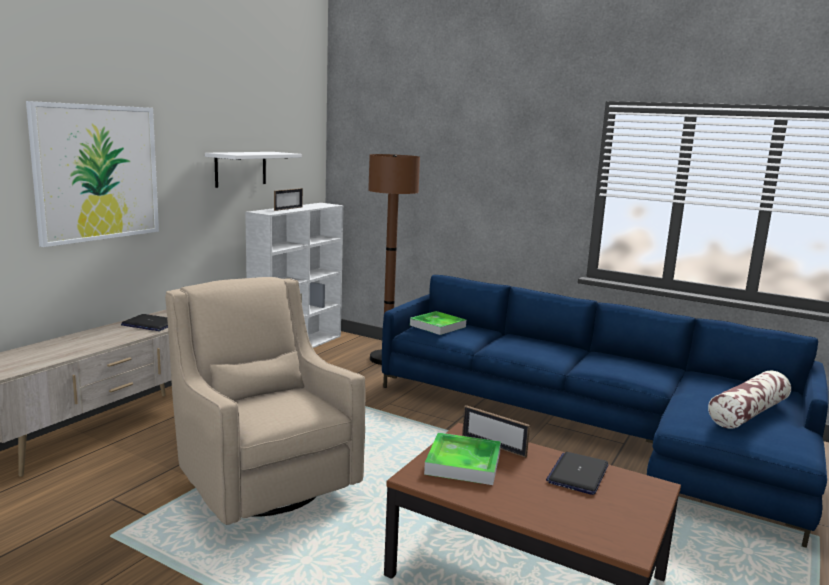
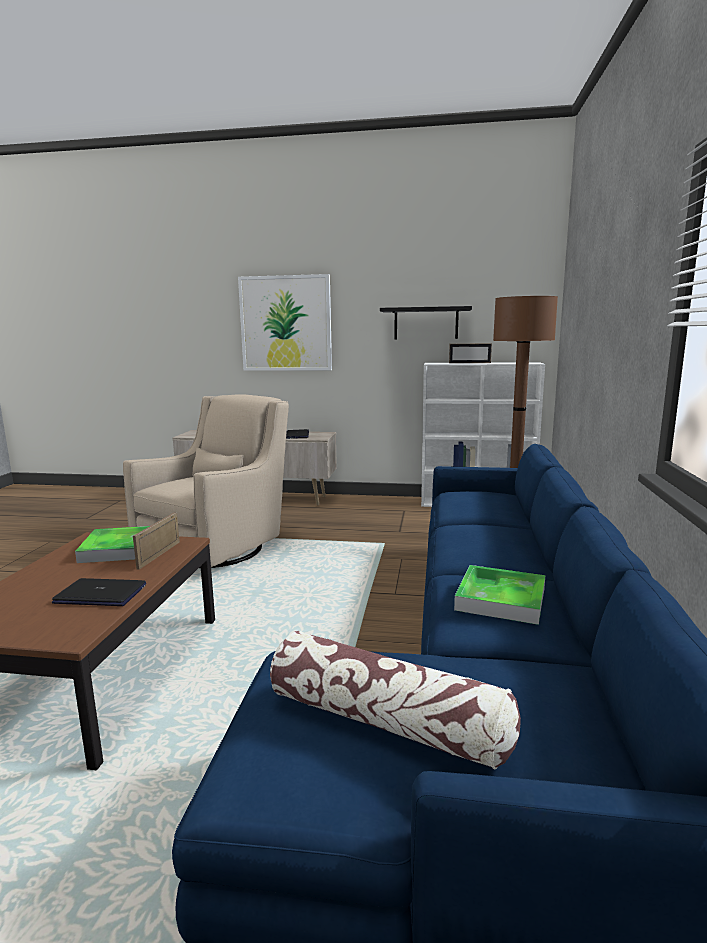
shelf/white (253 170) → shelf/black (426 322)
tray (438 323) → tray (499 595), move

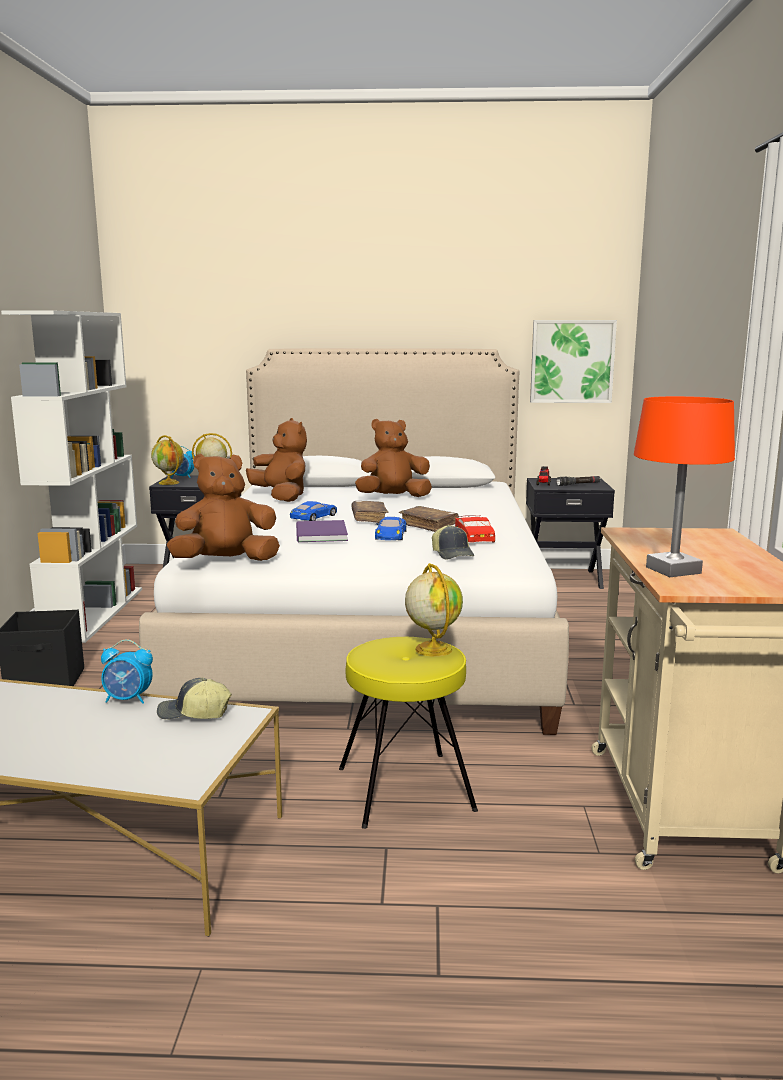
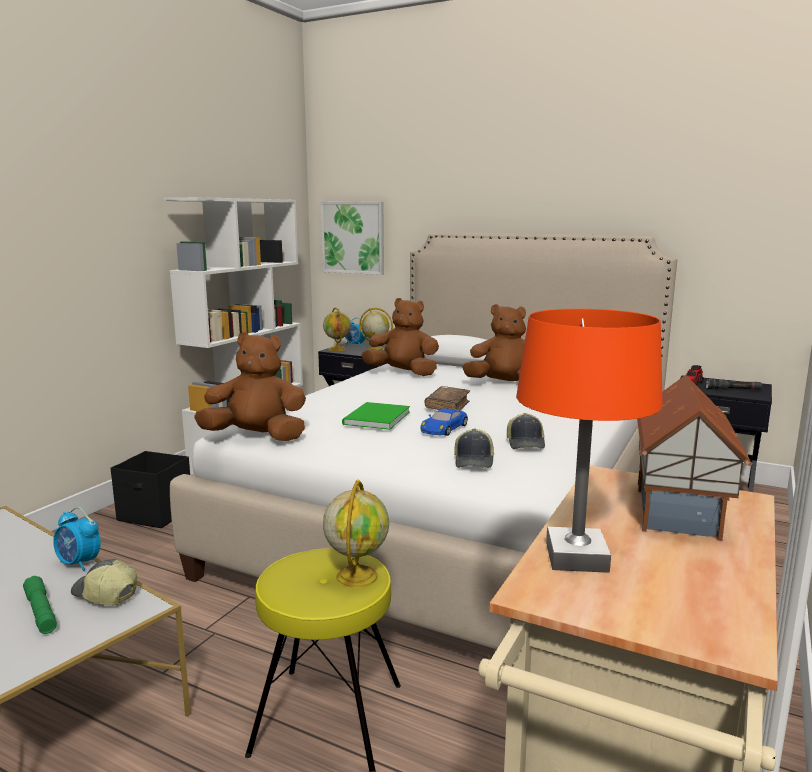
picture (573 361) → picture (352 238), move
plush toy/brown (276 460) → plush toy/brown (400 337), 60 degrees counterclockwise
toy car/blue (313 511) → -
book/brown (429 519) → -
toy car/red (475 529) → cap (526 431)
book/purple (322 531) → book/green (376 416)
- → toy house (694 458)
- → flashlight/green (40 605)

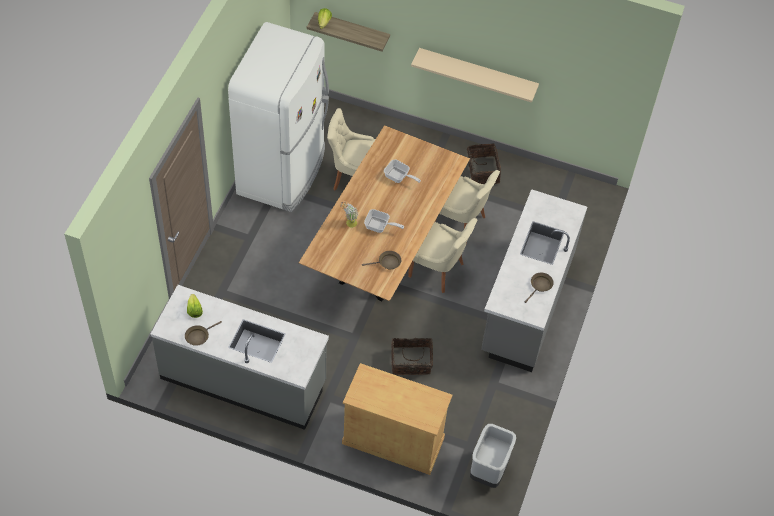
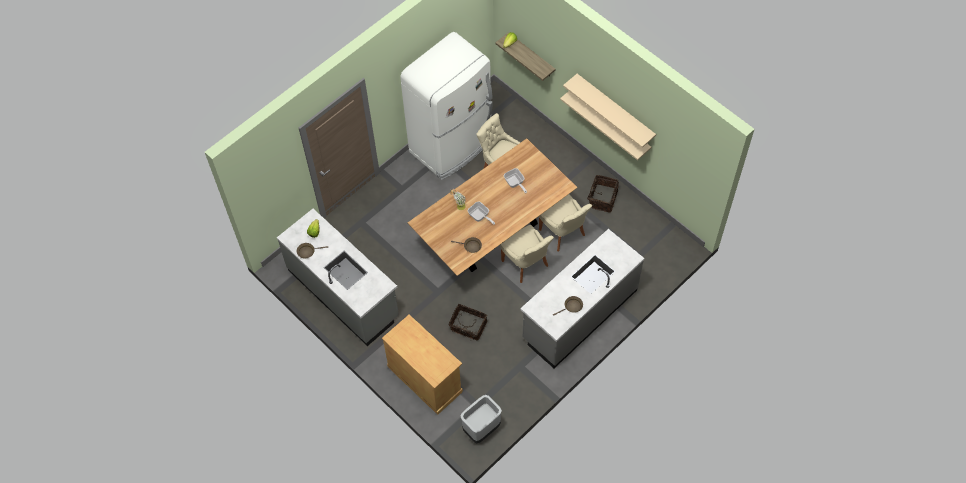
- → shelf/beige (609 111)

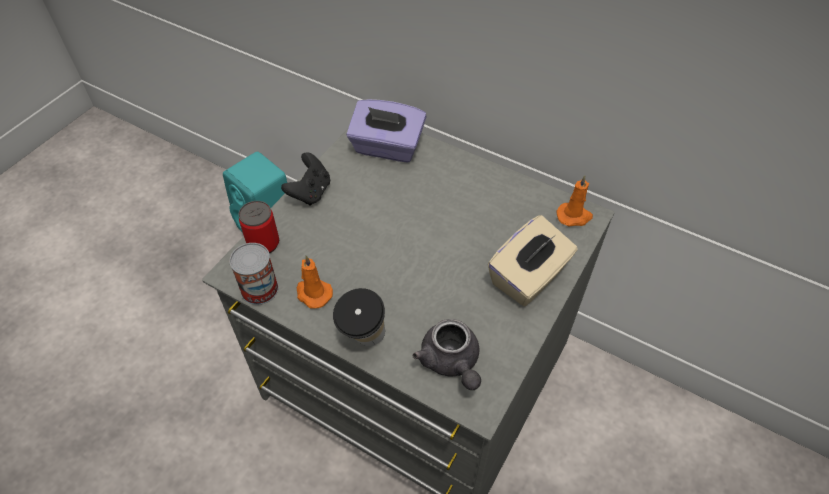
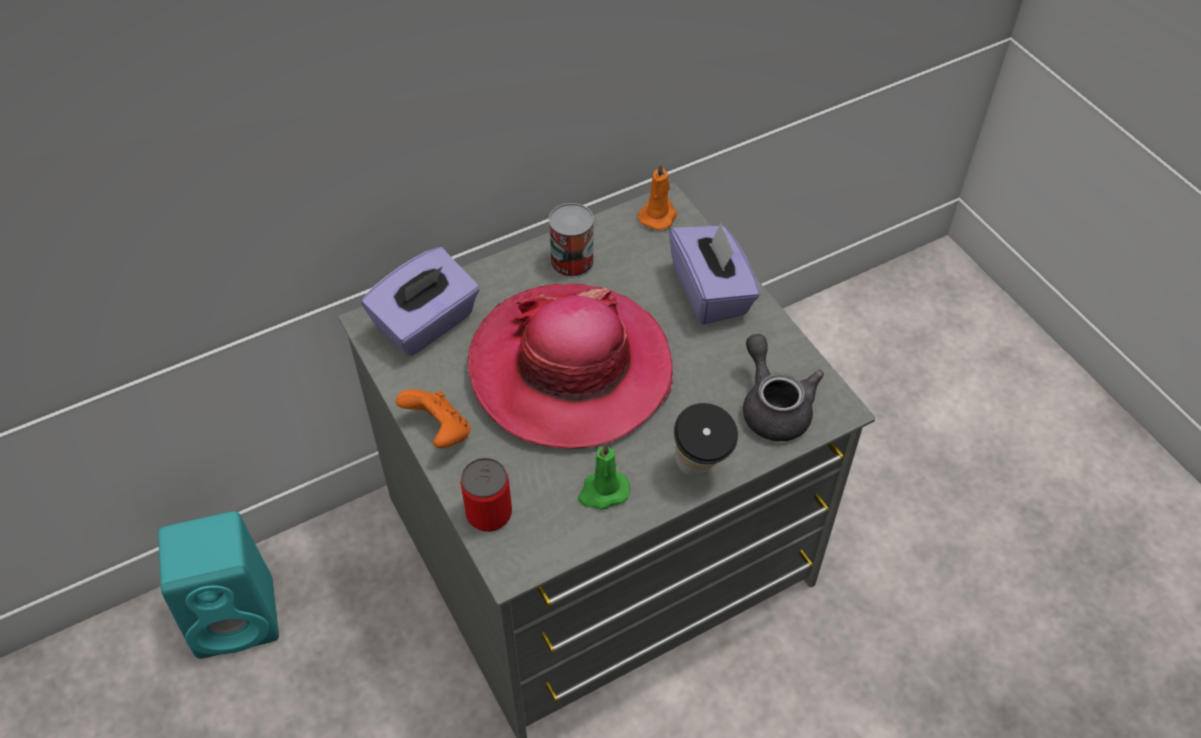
game controller/black (305 179) → game controller/orange (433 419)
tissue box/beige (533 260) → tissue box/purple (714 273)
can (253 274) → can (571 240), move
candle/orange (315 282) → candle/green (604 476)
teapot/grey (447 354) → teapot/grey (783 387), 120 degrees counterclockwise
- → hat (570 366)

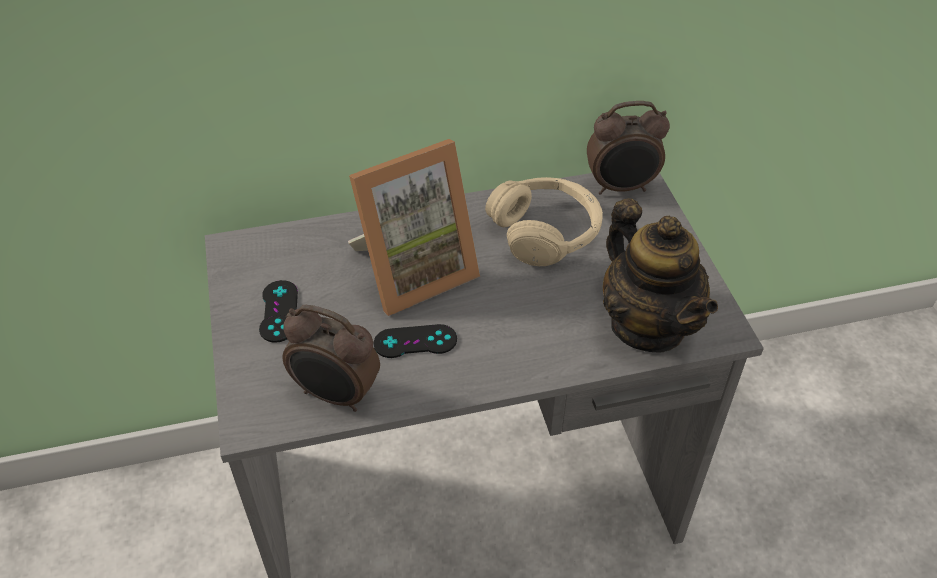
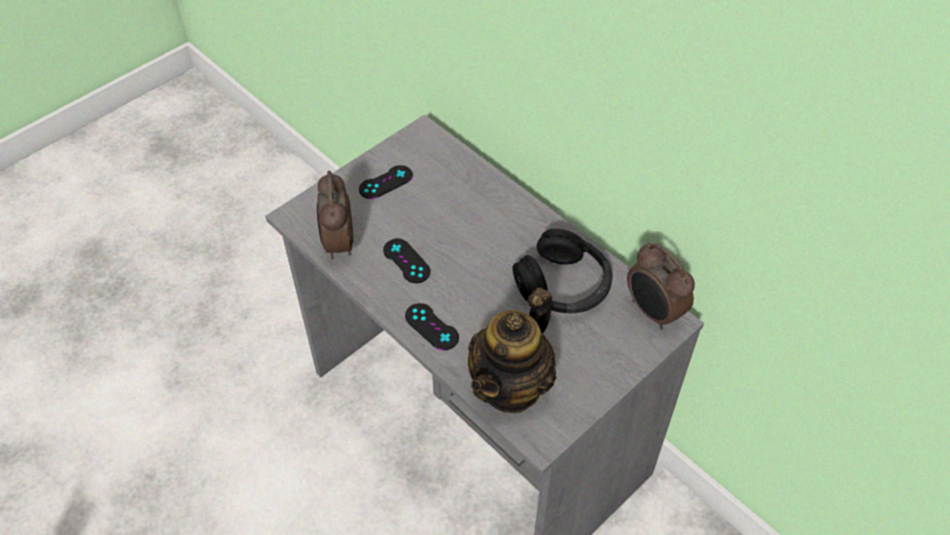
picture frame (414 227) → -
headphones/beige (544 221) → headphones/black (562 271)
- → game controller/black (432 326)

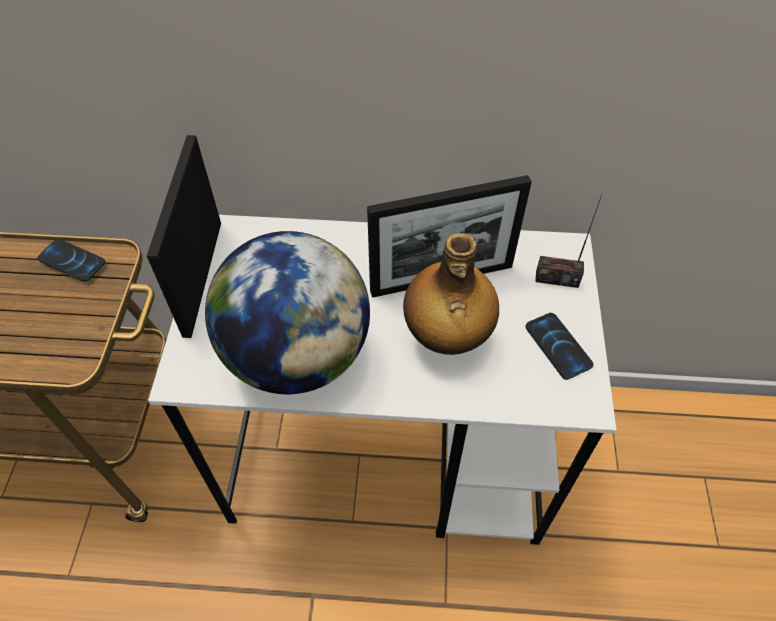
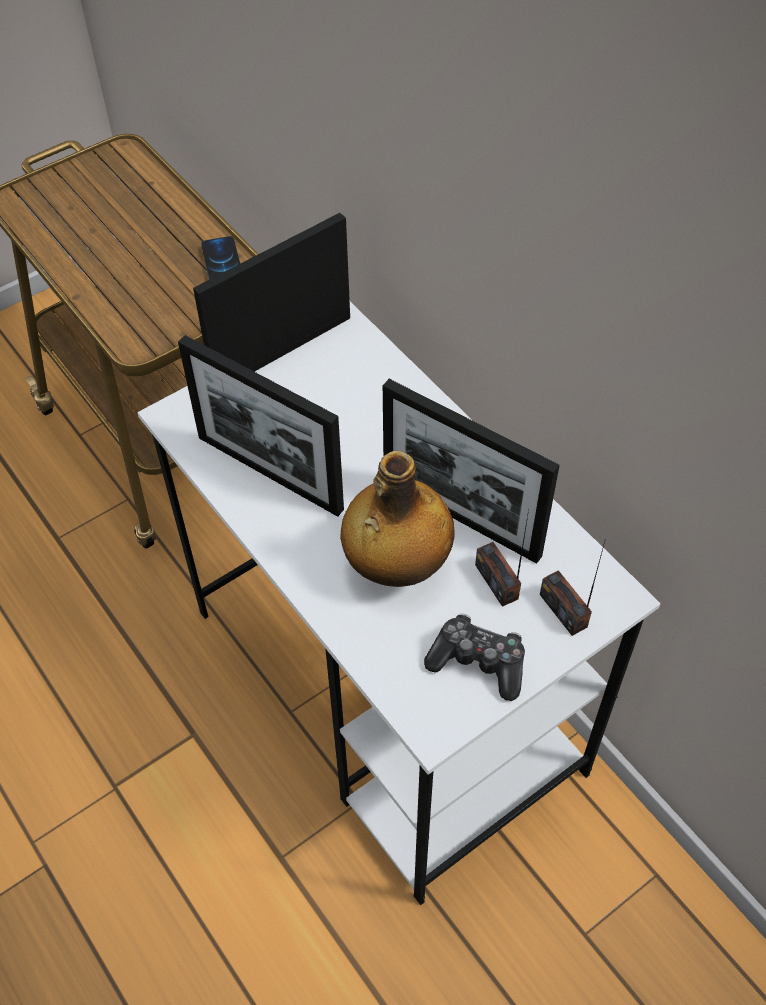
globe (287 312) → picture frame (261 426)
phone (559 346) → game controller (474 657)
- → radio (502 558)

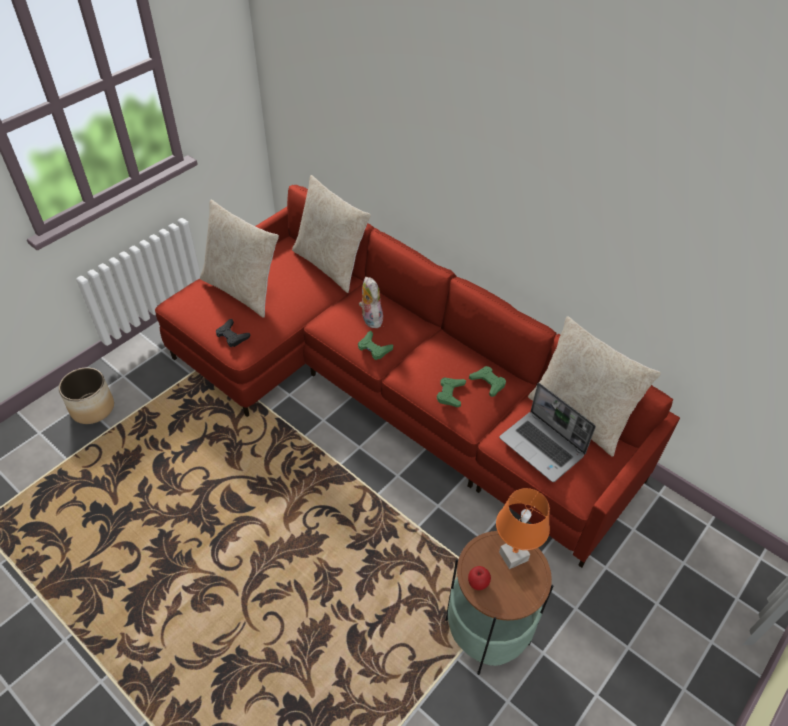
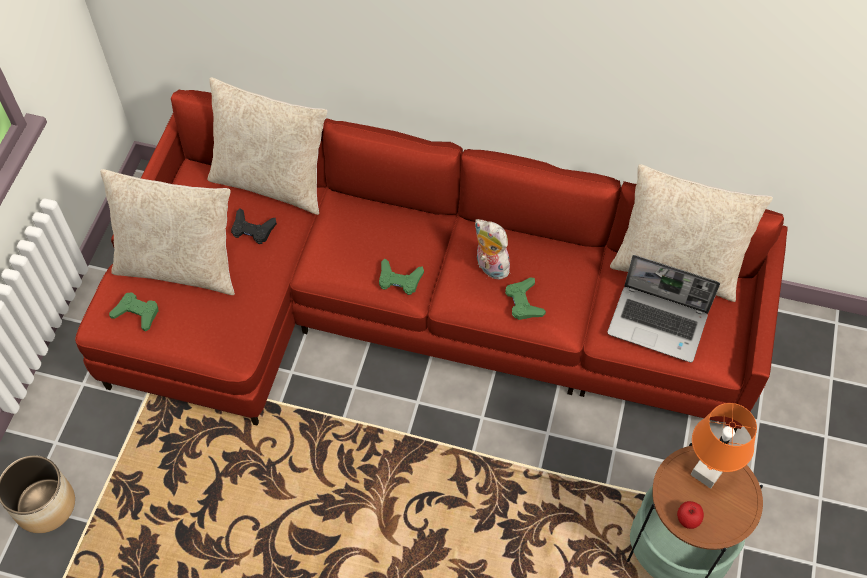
plush toy (371 302) → plush toy (492 249), move
game controller/black (233 333) → game controller/black (254 226), move
game controller/green (487 381) → game controller/green (133 312), move

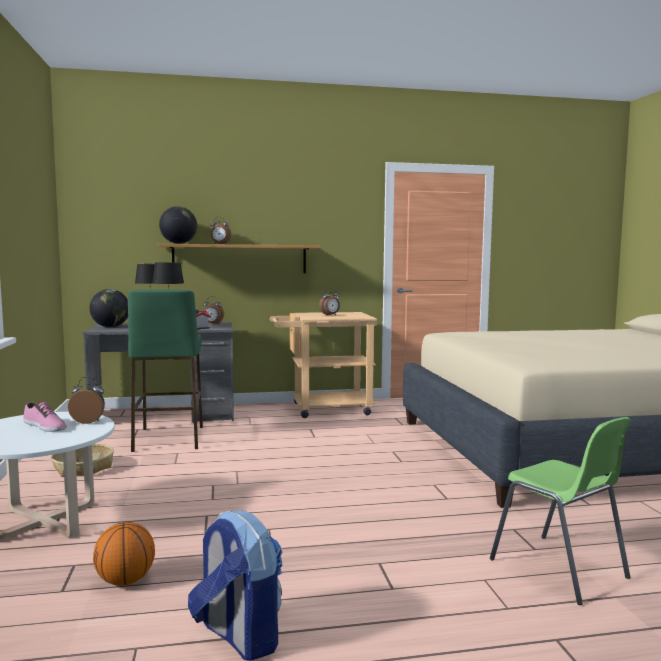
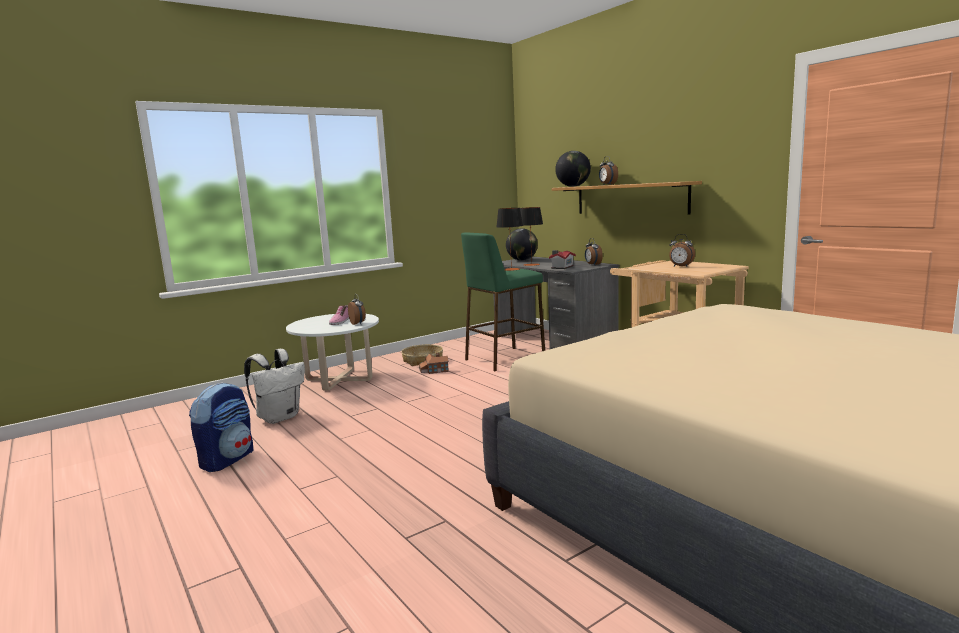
chair/green (560 511) → -
basketball (124 554) → backpack/white (274 386)
- → toy house (434 363)

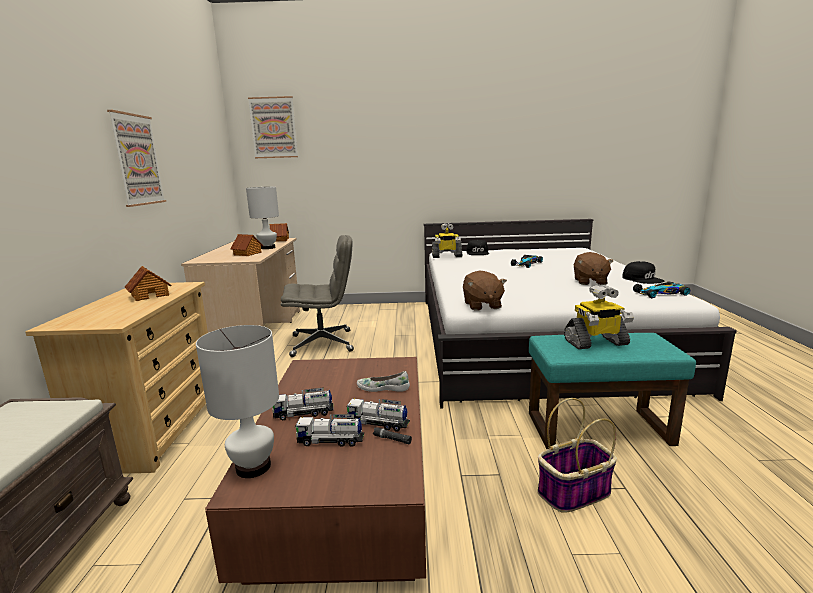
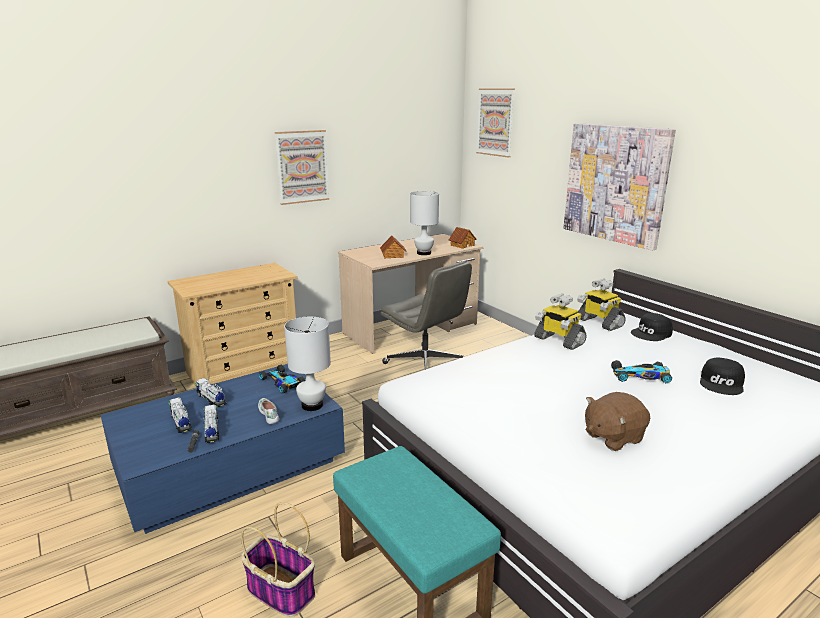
cap/black (643 272) → cap/black (722 376), move
toy house (148 283) → -
plush toy/brown (485 290) → -
toy car (661 289) → toy car (282 378), move
toy robot (599 317) → toy robot (560 322), move
table lamp/white (237 401) → table lamp/white (307 363), move
coffee table/brown (315 471) → coffee table/blue (223 449)
- → picture (619 187)

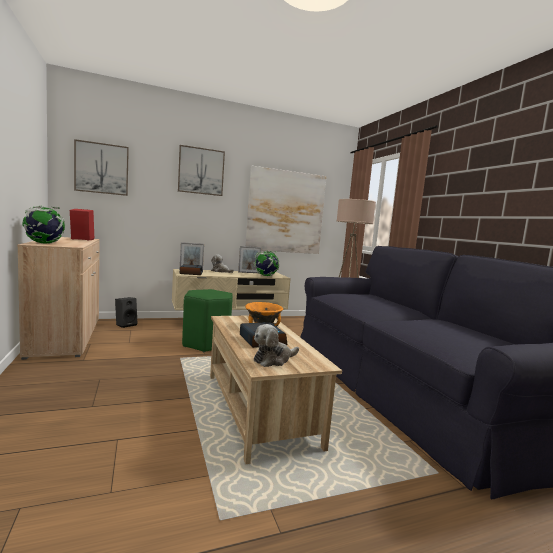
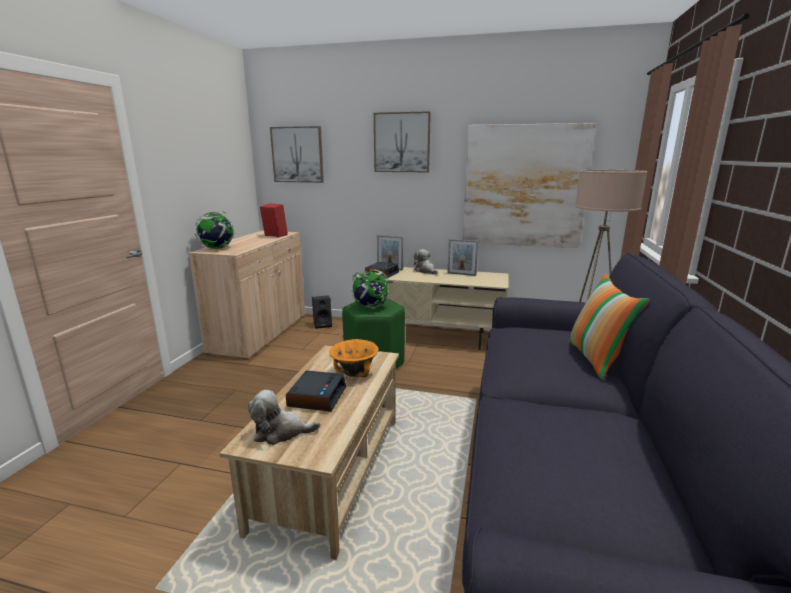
globe (266 263) → globe (369 289), move
- → pillow (609 327)

